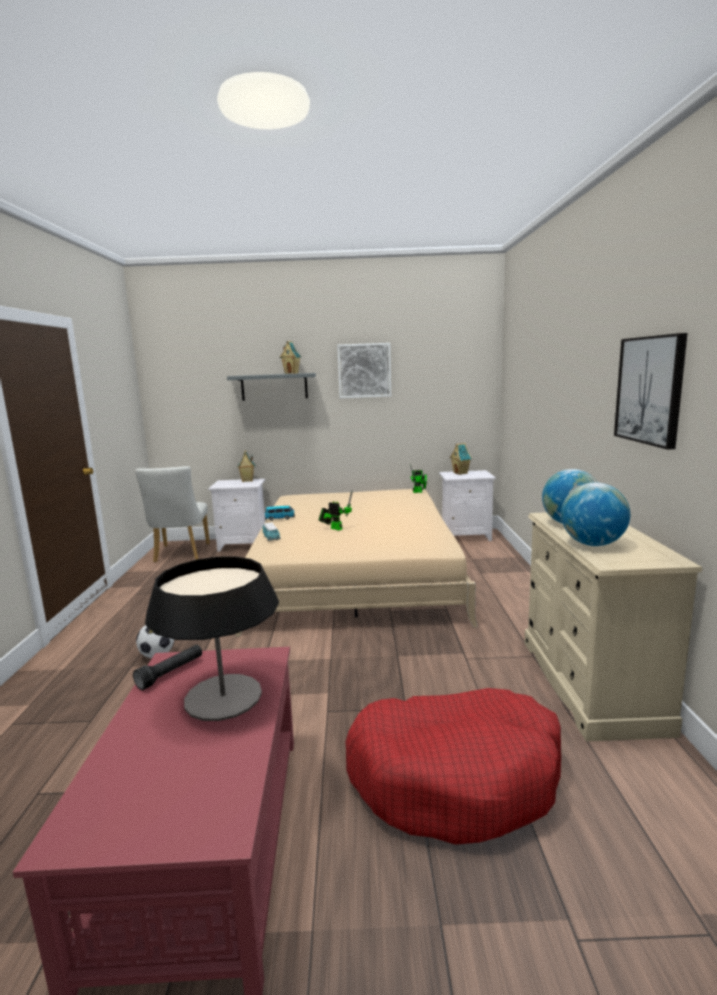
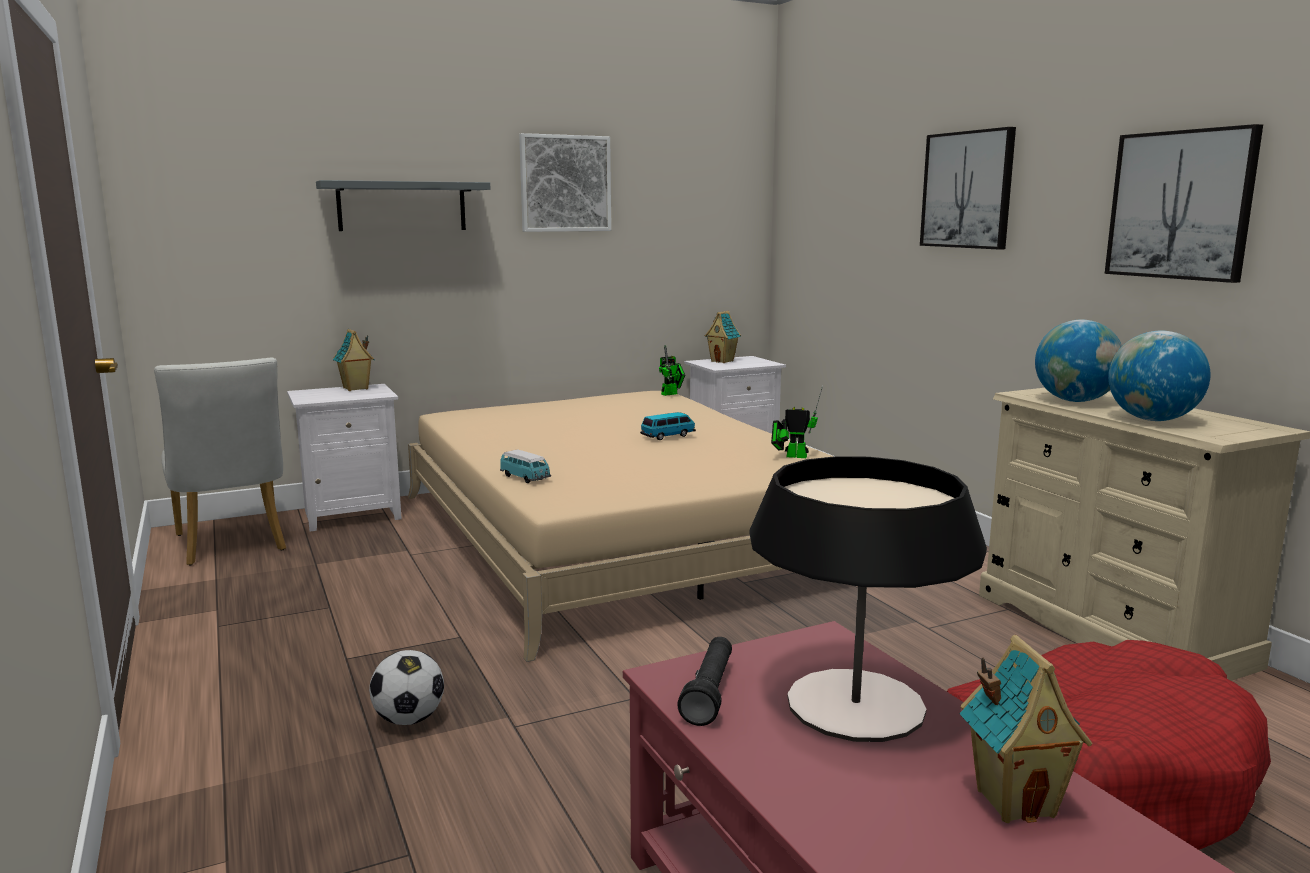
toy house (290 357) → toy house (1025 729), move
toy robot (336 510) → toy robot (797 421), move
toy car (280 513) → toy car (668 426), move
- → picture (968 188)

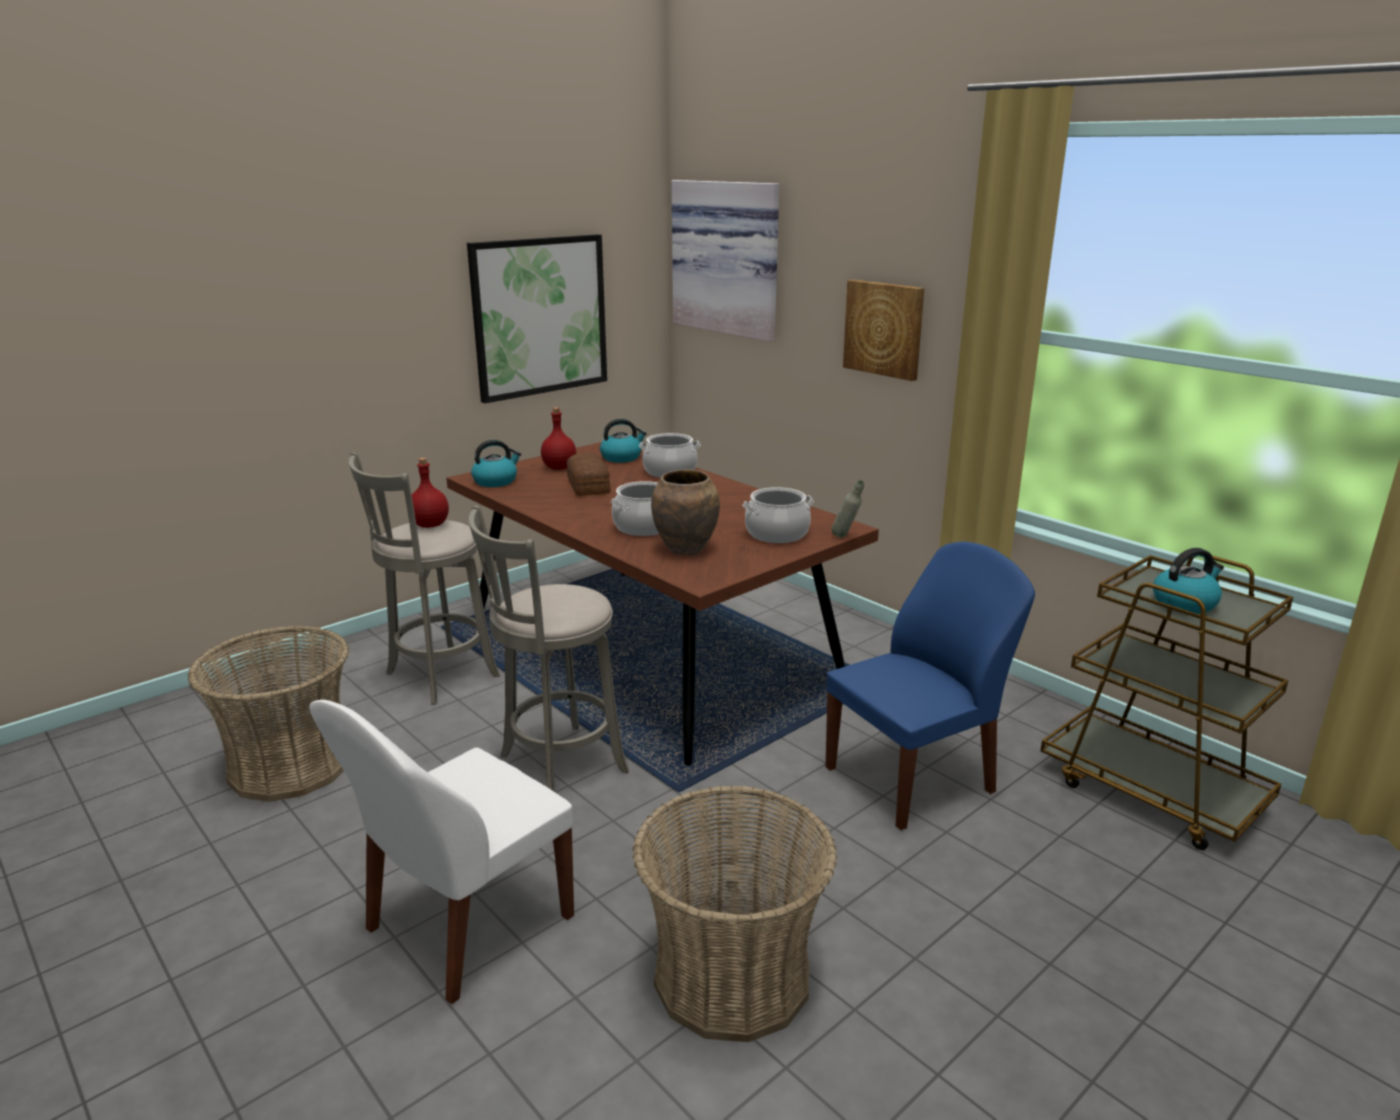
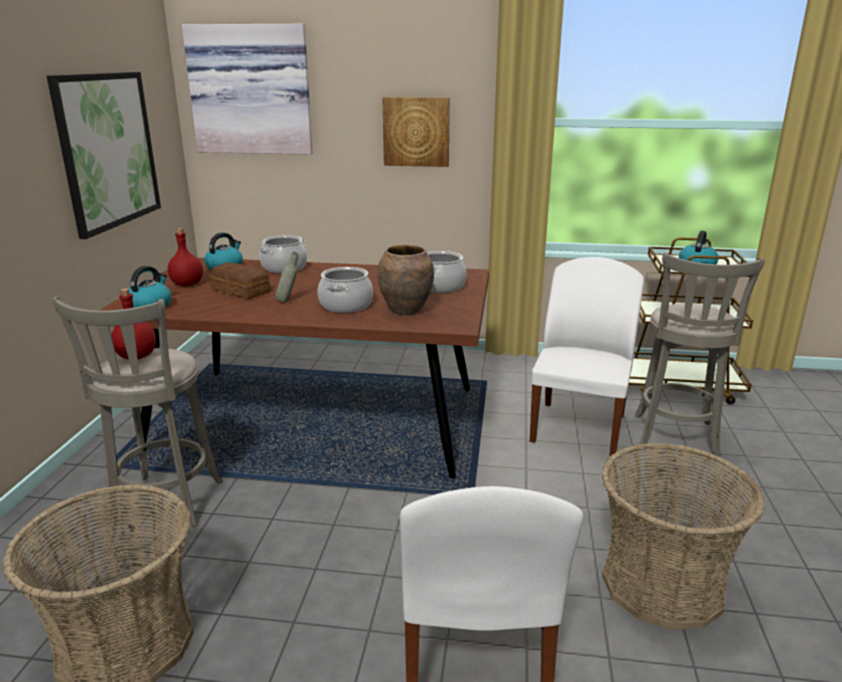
bottle/grey (848 509) → bottle/grey (287 277), move
stool/grey (549 648) → stool/grey (700 354), move
chair/blue (930 686) → chair/white (587 356)

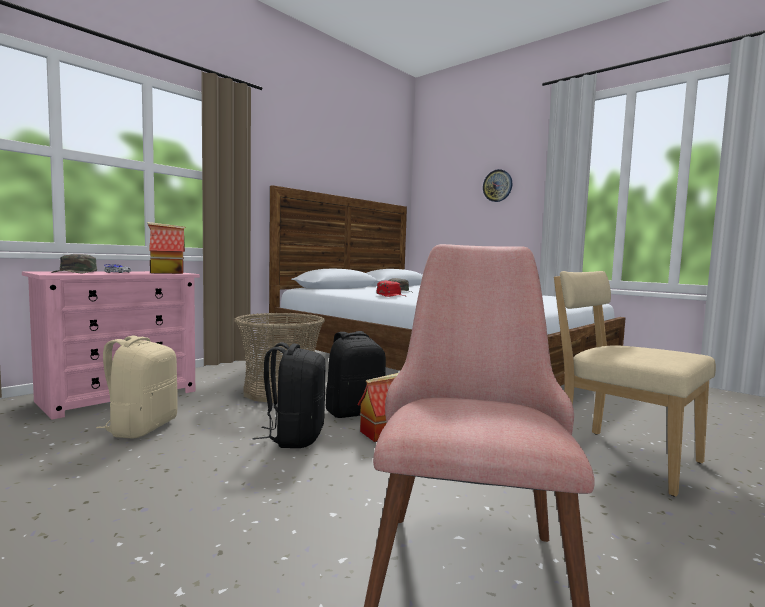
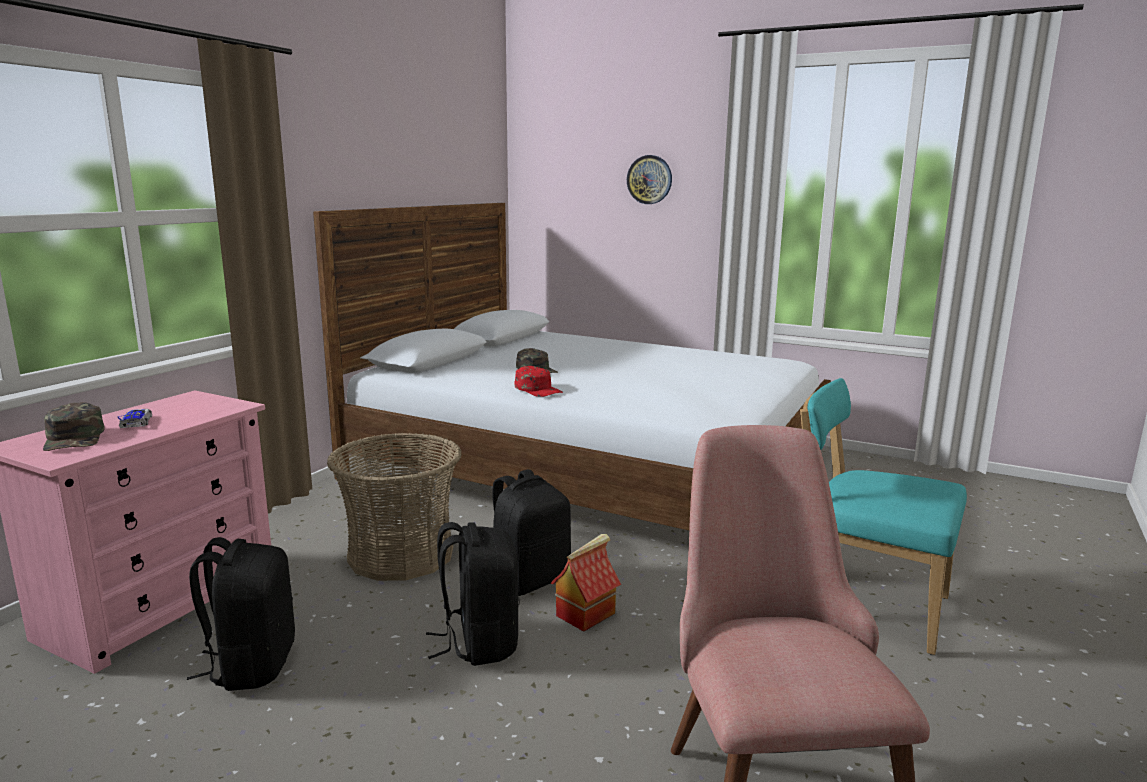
toy house (166 248) → -
chair/beige (635 383) → chair/turquoise (883 516)
backpack/beige (137 387) → backpack/black (241 614)

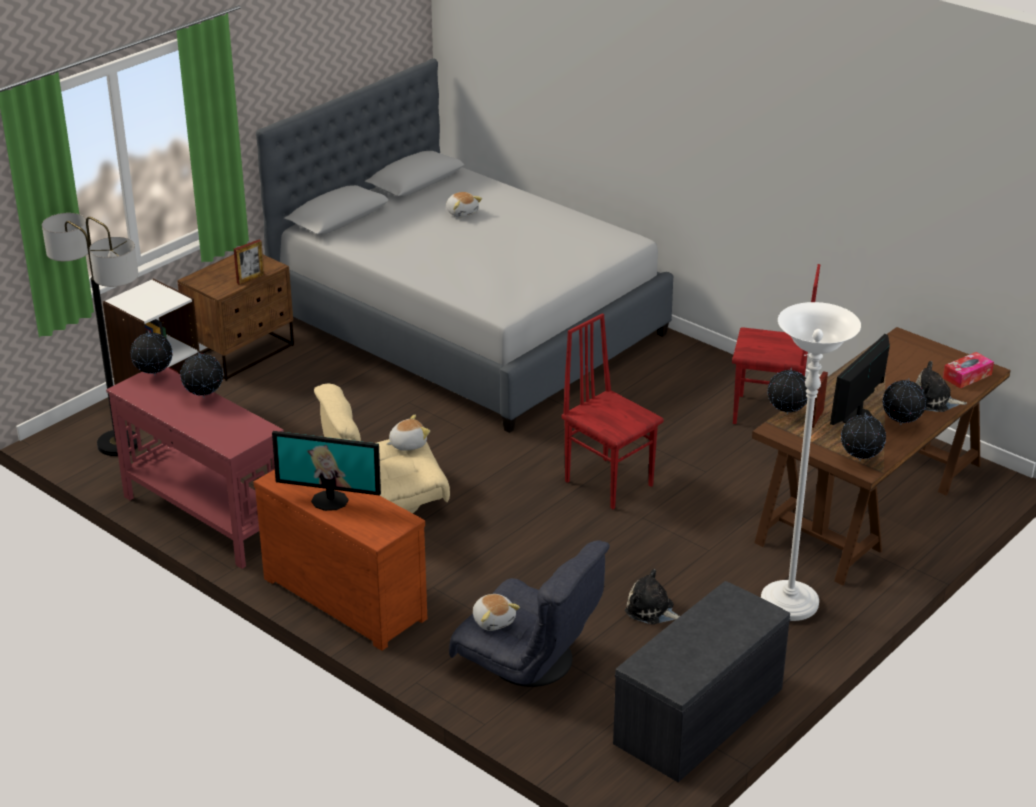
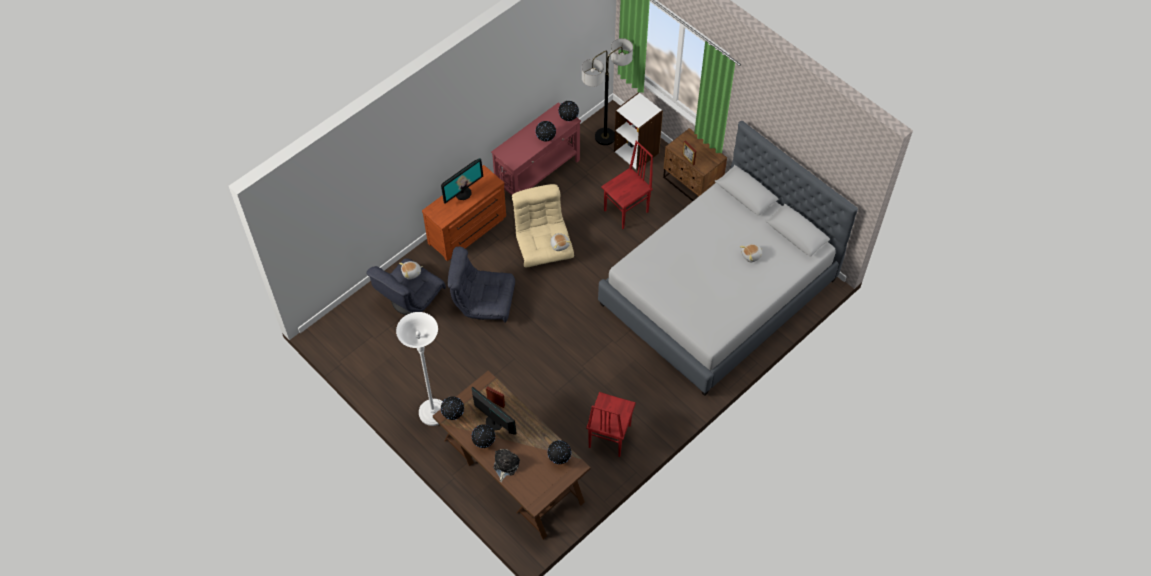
chair/red (613 411) → chair/red (627 184), move
tissue box (968 370) → -
globe (787 391) → globe (559 452), move
monitor (326 471) → monitor (462 181), 150 degrees counterclockwise
plush toy (652 597) → -
bench/grey (701 682) → -
- → armchair/grey (481 284)

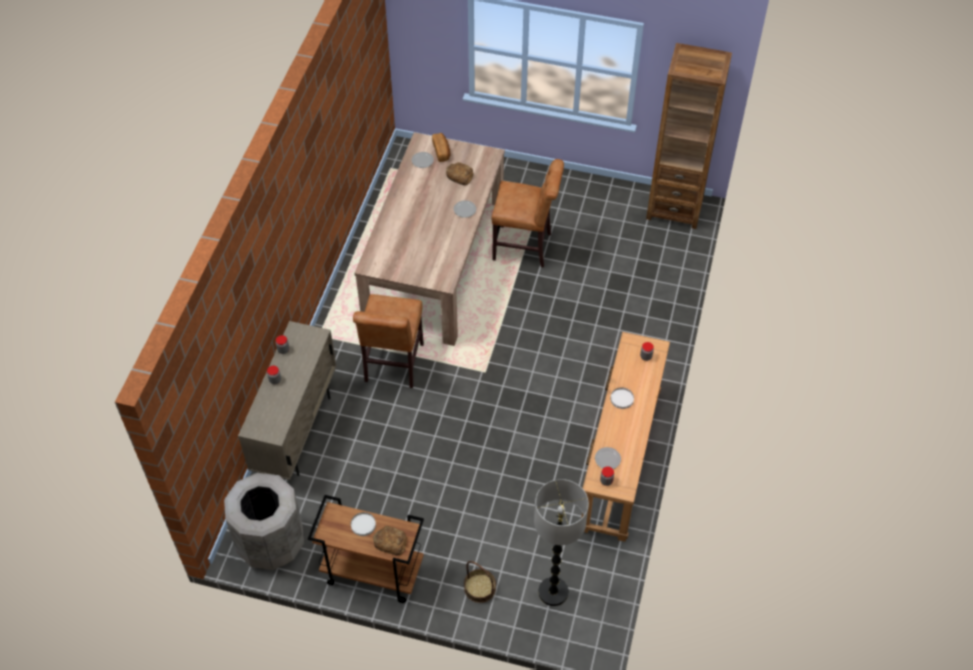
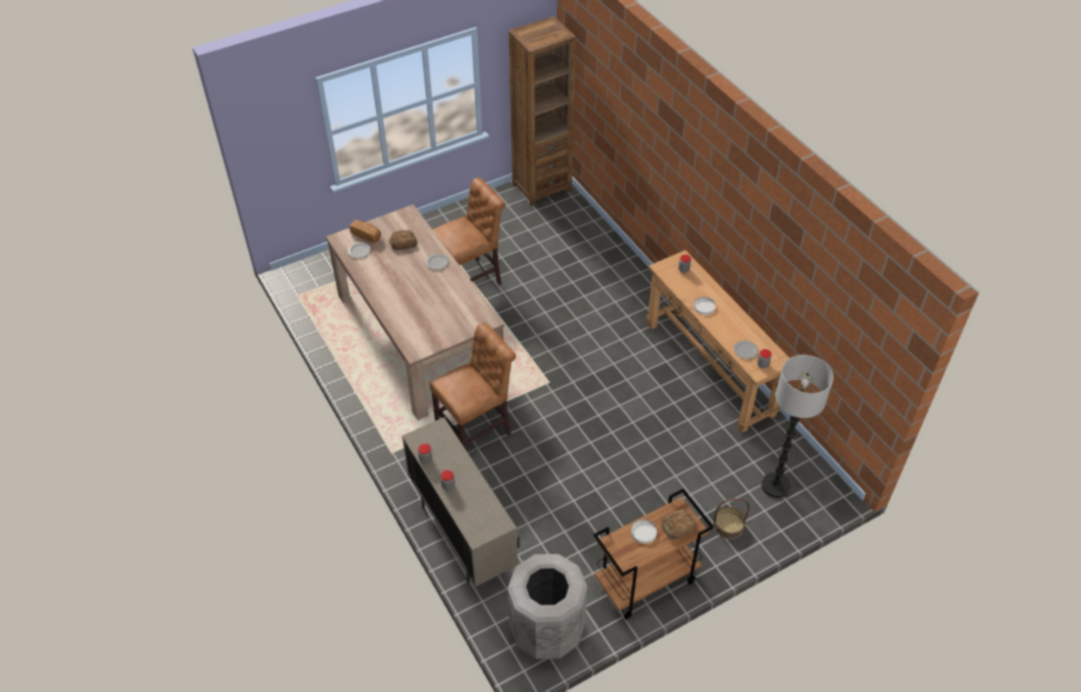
chair/brown (388 341) → chair/brown (472 385), 90 degrees counterclockwise

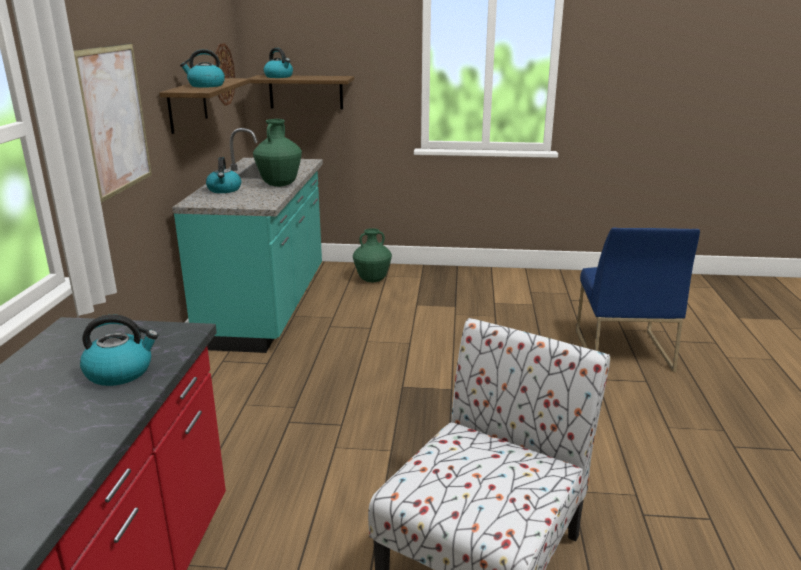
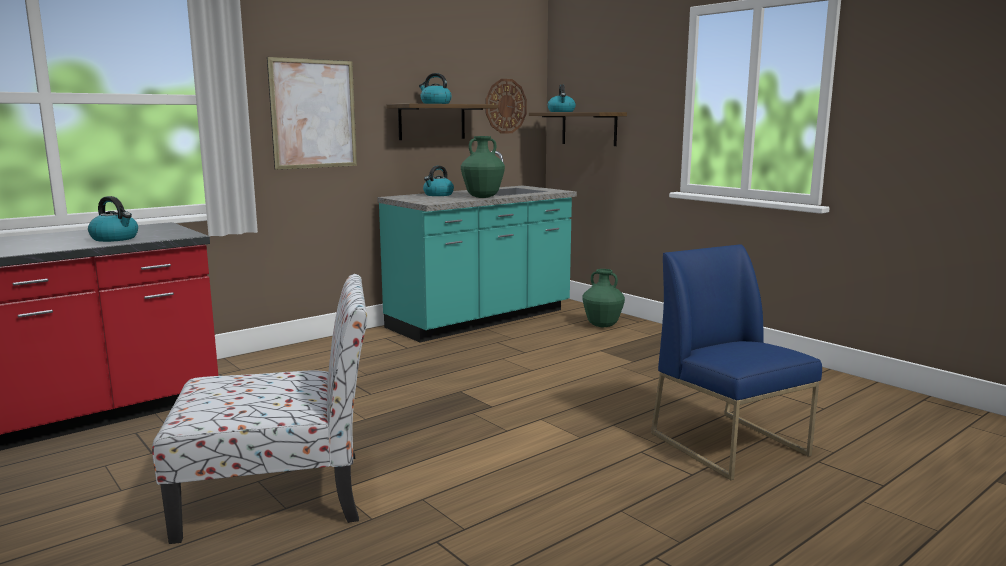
chair/blue (638 300) → chair/blue (736 362), 105 degrees clockwise

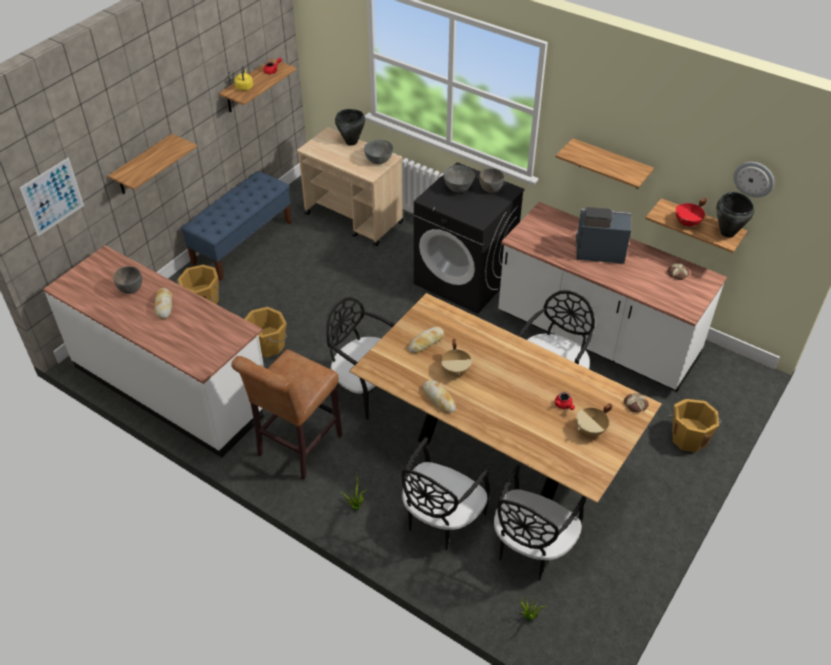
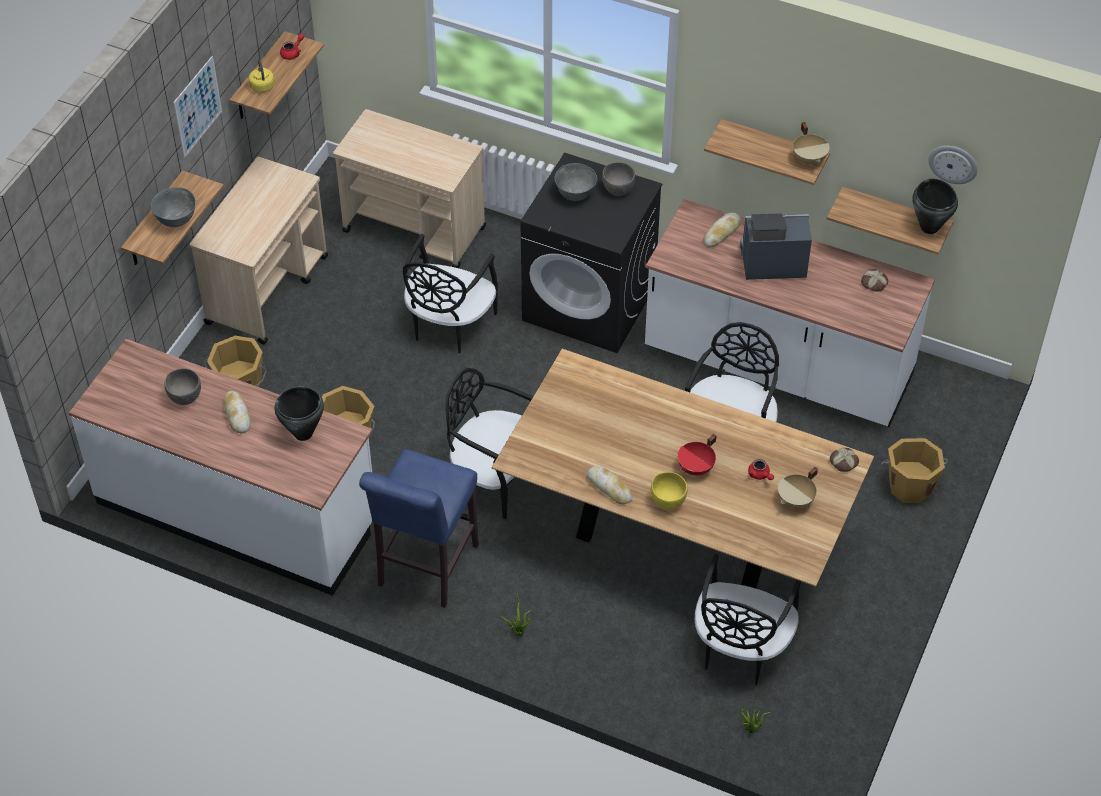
cooking pot/black (350 127) → cooking pot/black (299 413), move
bowl/grey (378 152) → bowl/grey (173 207), move
picture (52 196) → picture (197 107), move
bench/blue (236 225) → cart/beige (259 250)
cooking pot/red (691 212) → cooking pot/red (697 454), move
bread (426 340) → bread (722 230), move
cooking pot/beige (456 357) → cooking pot/beige (811 144), move
stool/brown (286 414) → stool/blue (419 528)
chair/black (446 493) → chair/black (450 293), move
- → bowl/yellow (669 491)

